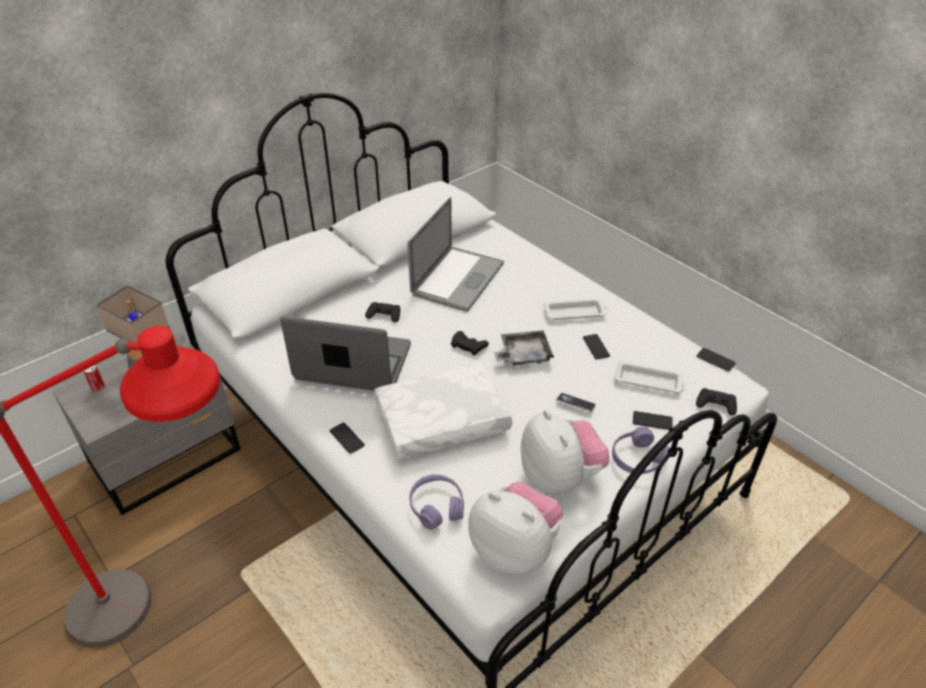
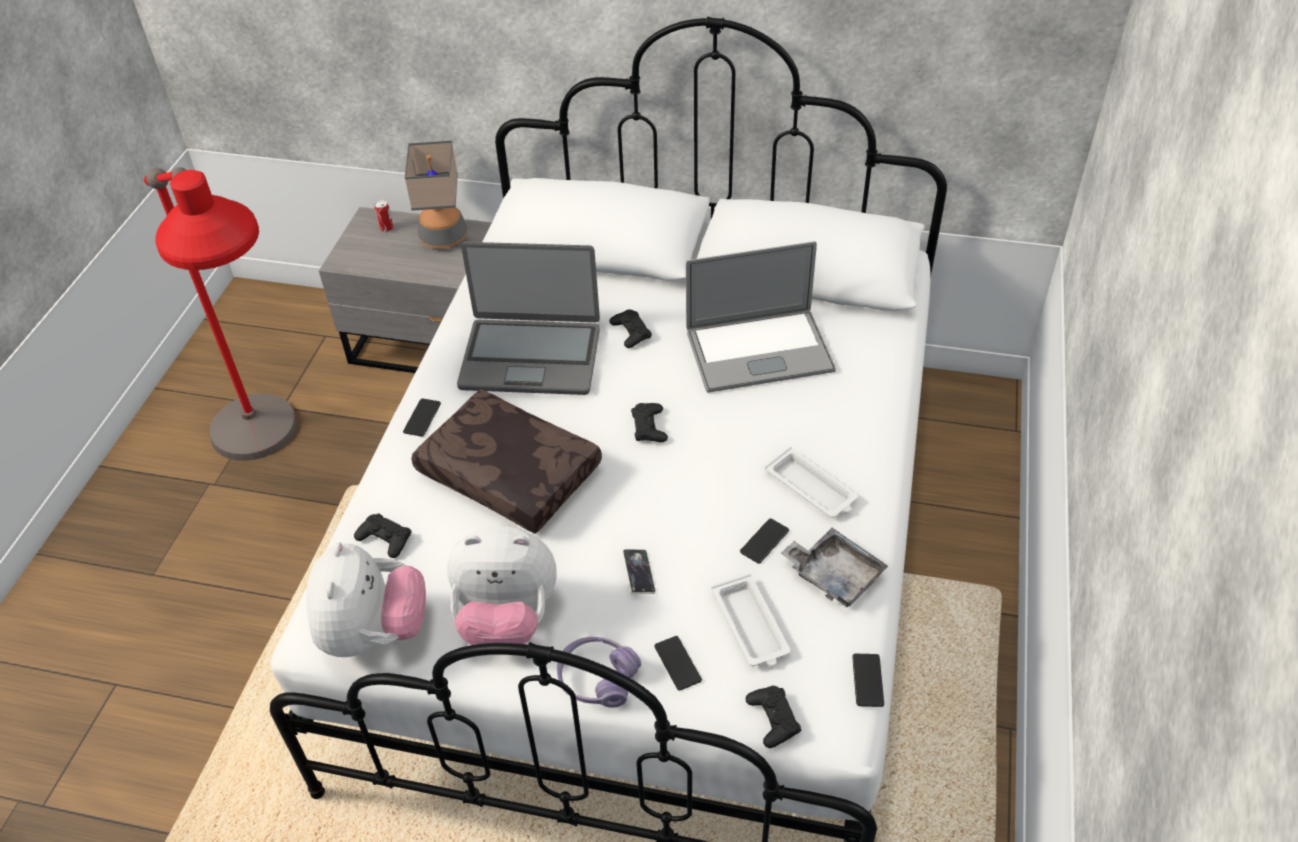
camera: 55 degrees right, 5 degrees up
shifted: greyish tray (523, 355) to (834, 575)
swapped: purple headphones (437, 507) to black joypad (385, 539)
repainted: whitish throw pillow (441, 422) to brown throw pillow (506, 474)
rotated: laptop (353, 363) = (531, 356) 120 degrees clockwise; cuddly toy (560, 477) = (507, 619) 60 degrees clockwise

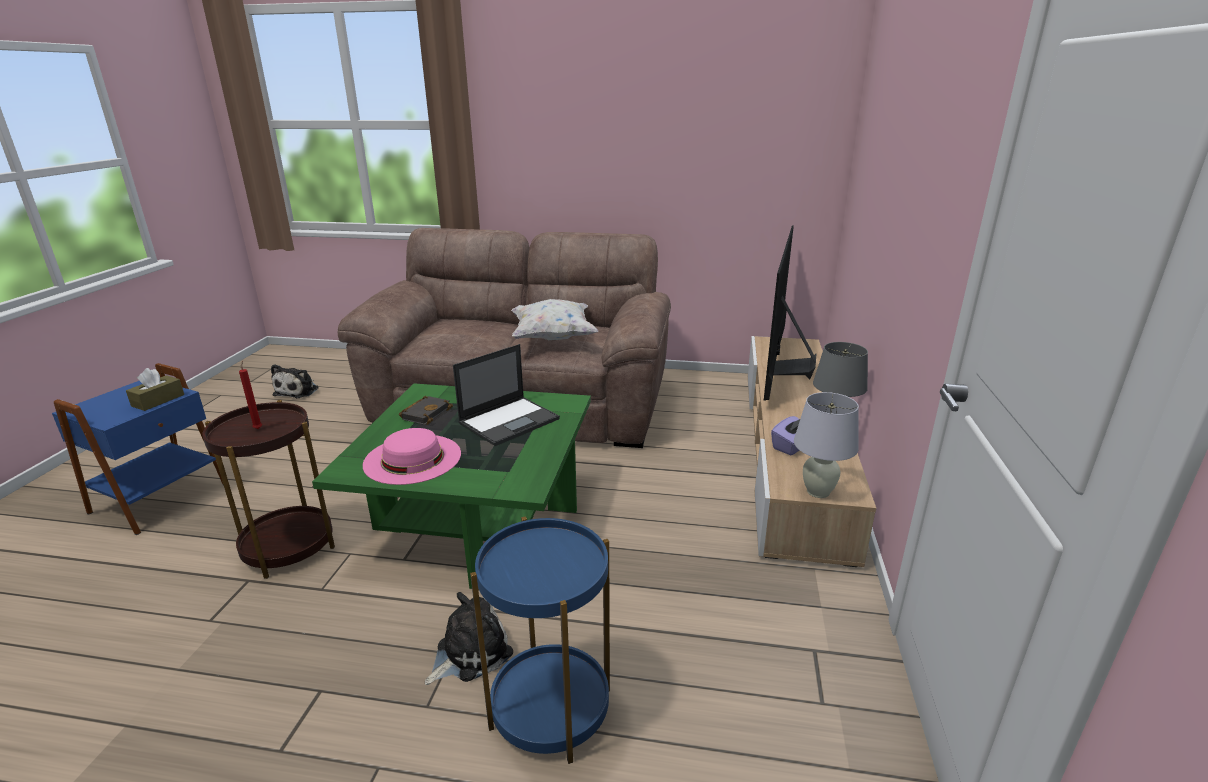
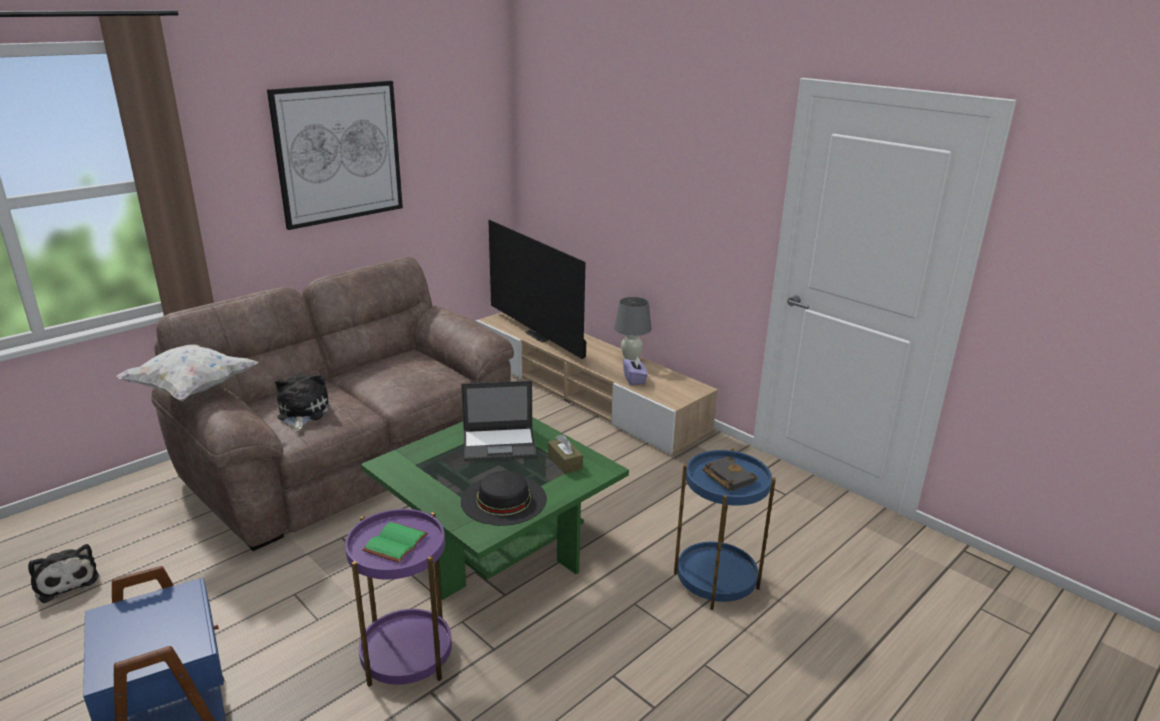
camera: 55 degrees left, 0 degrees up
gone: whitish tabletop lamp (818, 492)
new: wall picture (339, 153)
shifted: brown box of tissues (158, 400) to (565, 462); black volume (426, 413) to (726, 477); cuddly toy (469, 652) to (302, 413); whitish throw pillow (553, 337) to (191, 389)
swapped: reddish wax light (258, 428) to green volume (395, 542)
repainted: brown side table (288, 547) to purple side table (406, 656); pink-coloured clothing hat (412, 458) to black clothing hat (503, 499)
rotated: laptop (510, 420) = (500, 444) 90 degrees clockwise

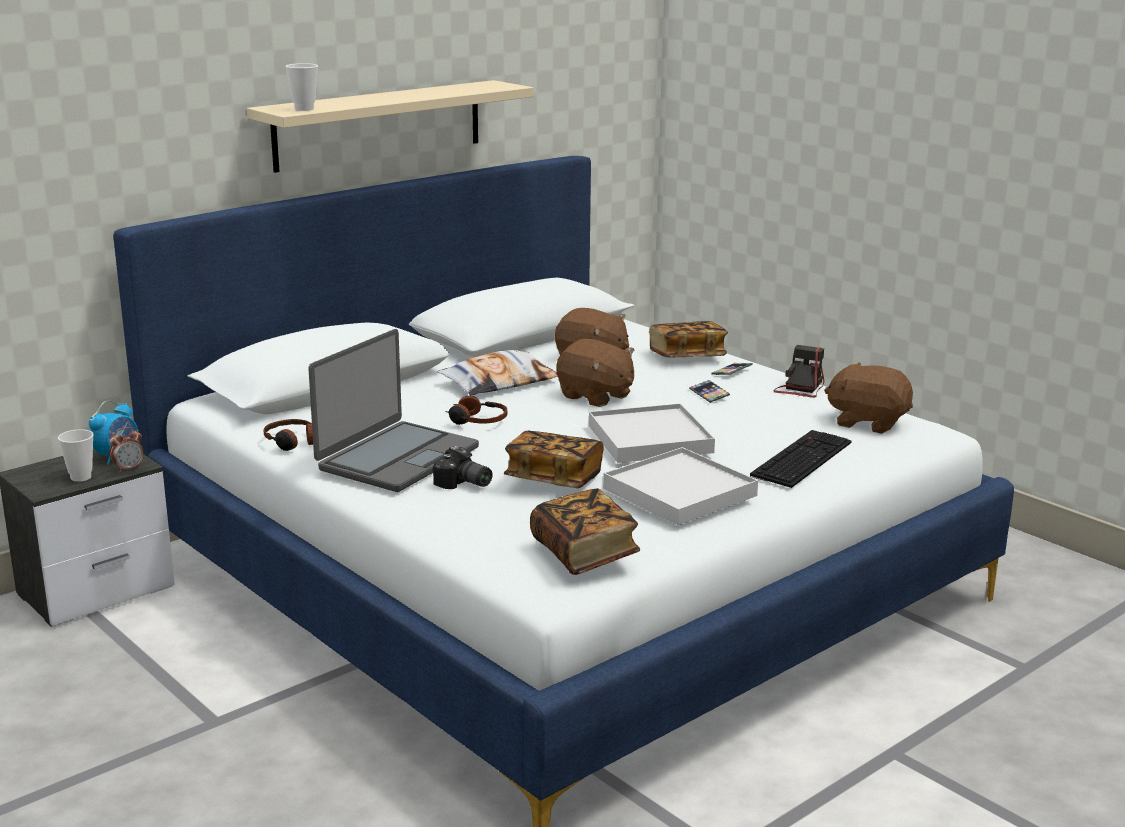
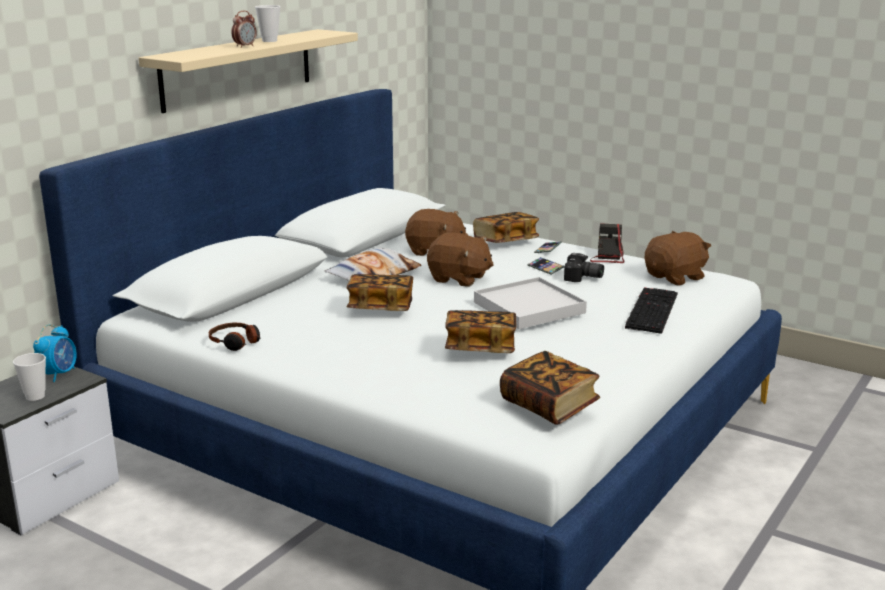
camera: 15 degrees left, 0 degrees up
gone: laptop (396, 458); whitish tray (679, 492)
shifted: table clock (128, 469) to (245, 46); small cup (304, 109) to (269, 41); still camera (463, 484) to (583, 278)
swapped: headphones (477, 420) to volume (380, 308)
rotated: brown cuddly toy (868, 422) = (676, 277) 135 degrees clockwise

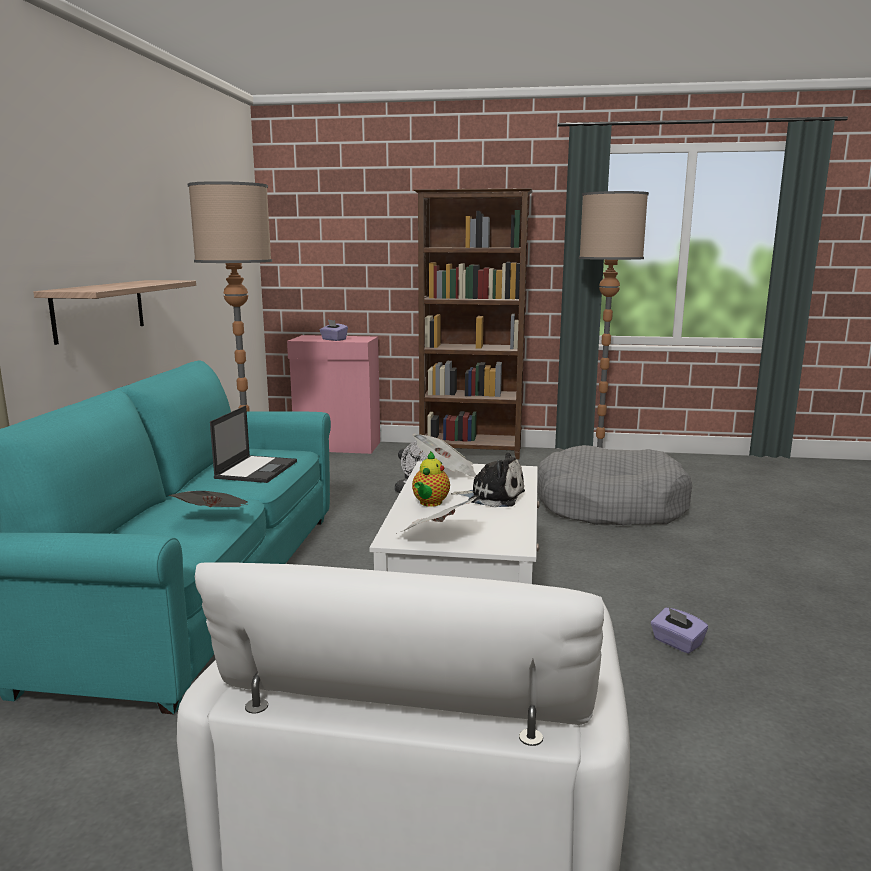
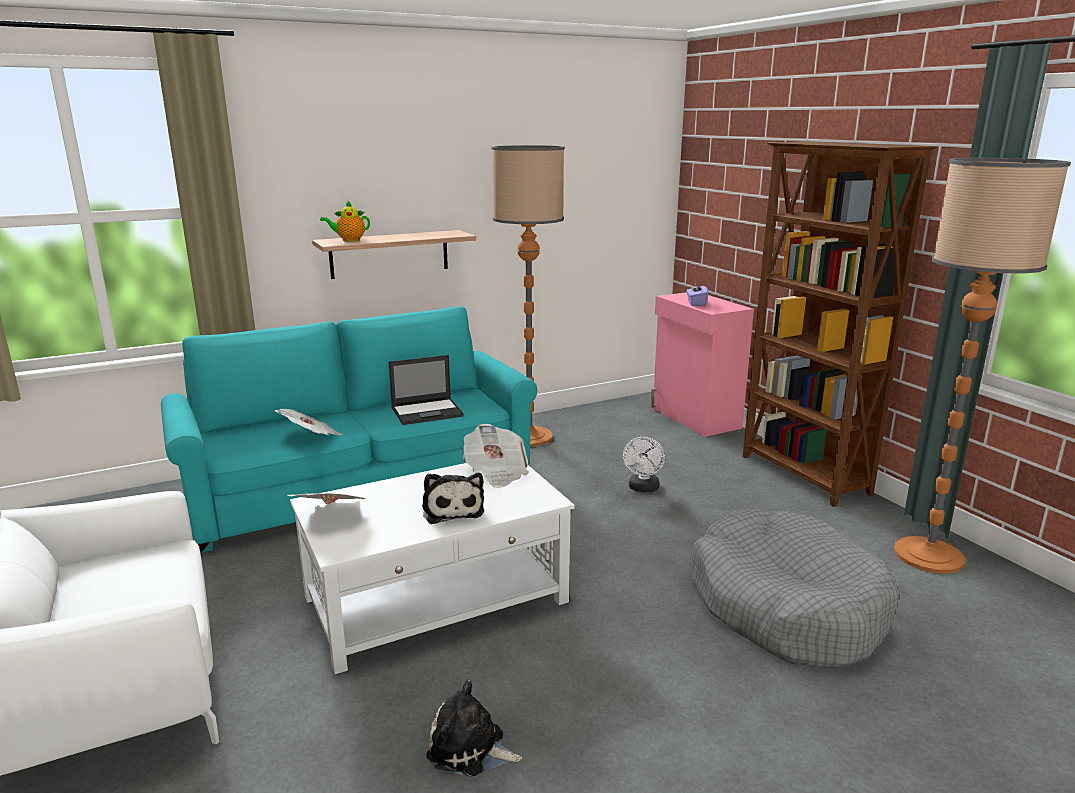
camera: 55 degrees right, 5 degrees up
shifted: teapot (430, 503) to (349, 240)
swapped: purple box of tissues (677, 643) to cuddly toy (470, 749)

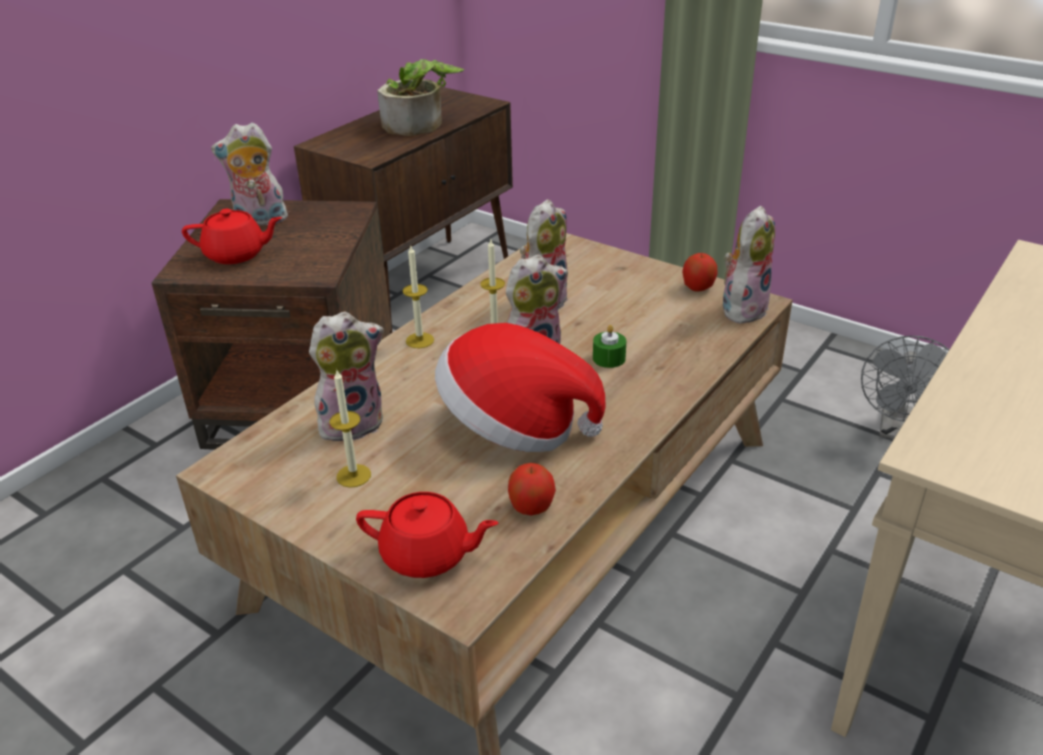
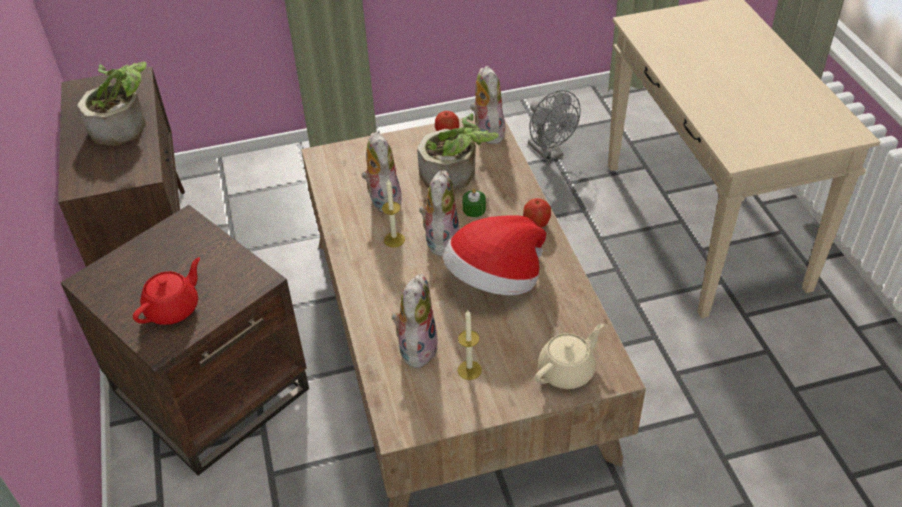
camera: 50 degrees left, 10 degrees up
gone: cuddly toy (259, 221); wax light (419, 340)
new: plant in a pot (455, 175)
shifted: whole apple (531, 507) to (536, 223)
repainted: reddish teapot (427, 555) to sand-coloured teapot (567, 371)

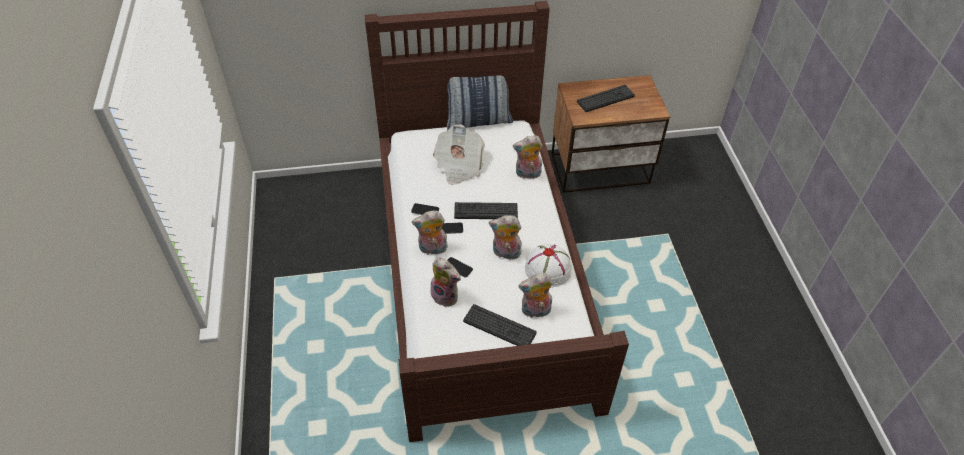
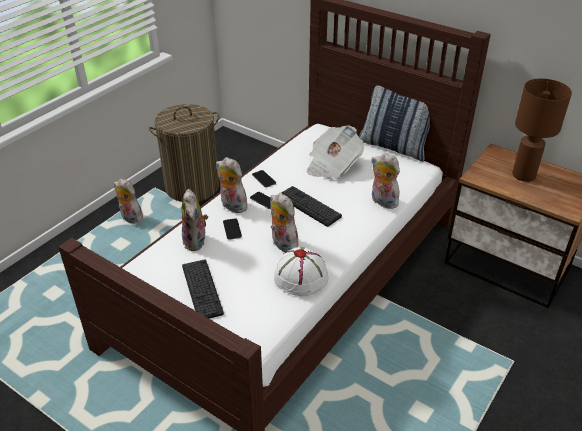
camera: 45 degrees right, 10 degrees down
new: laundry basket (192, 186)
shifted: cuddly toy (535, 311) to (130, 218)
swapped: keyboard (605, 99) to brown tabletop lamp (523, 175)

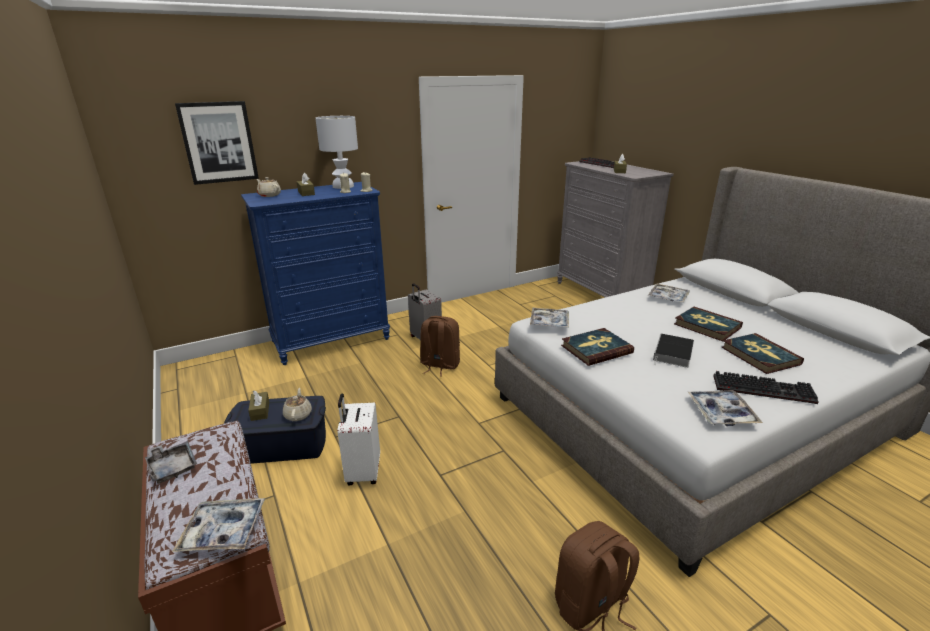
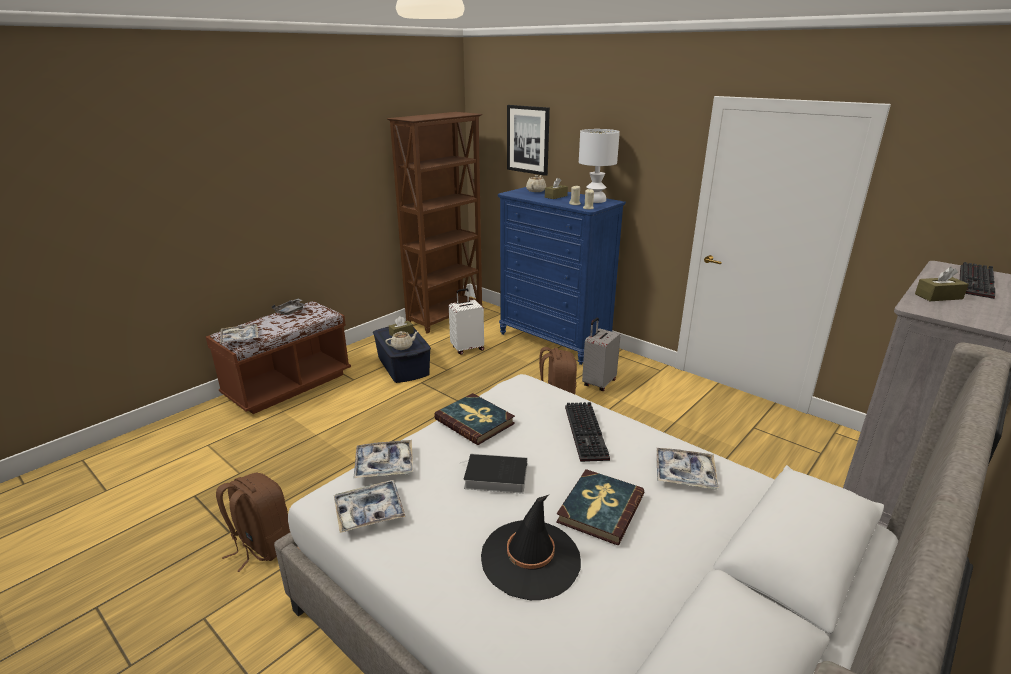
camera: 70 degrees right, 0 degrees up
new: brown shelving unit (446, 317)
shifted: whitish piece of luggage (362, 472) to (467, 348); tray (549, 322) to (384, 465); keyboard (764, 389) to (588, 433)
swapped: volume (759, 356) to black clothing hat (530, 559)

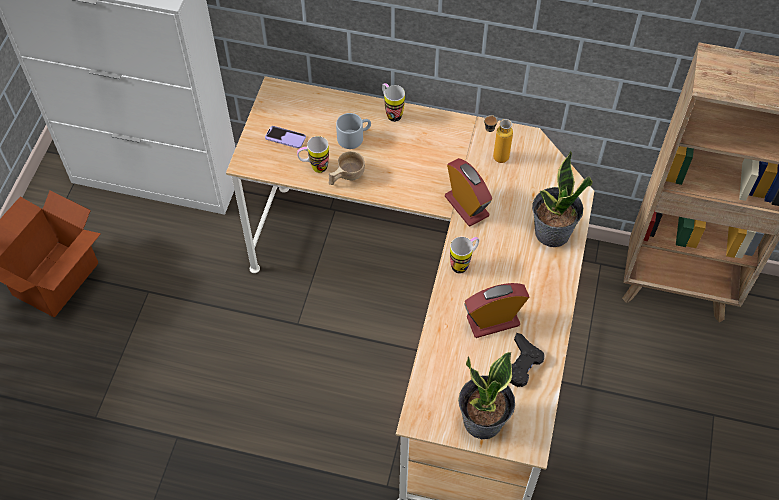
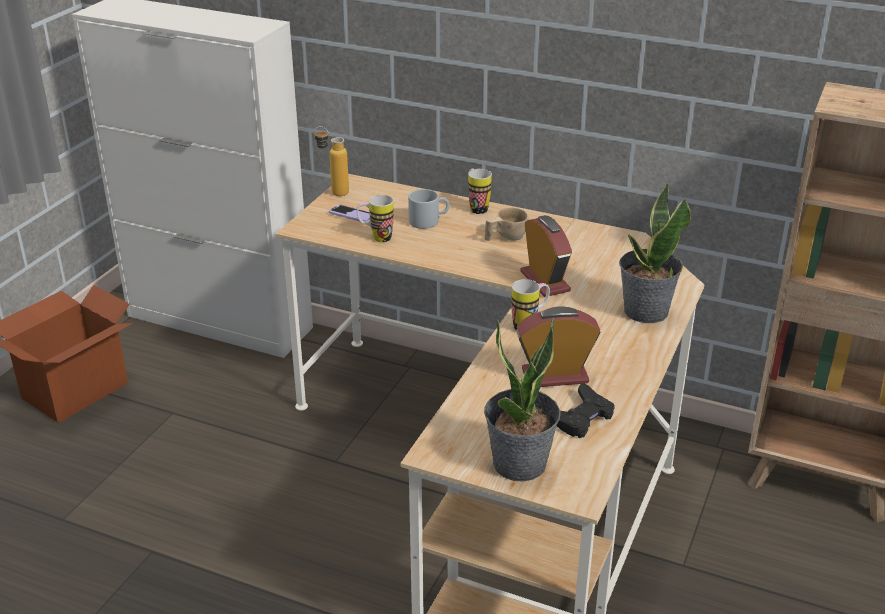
camera: 10 degrees right, 25 degrees down
shifted: sand-coloured small cup (346, 177) to (505, 238); bottle (494, 157) to (333, 192)

